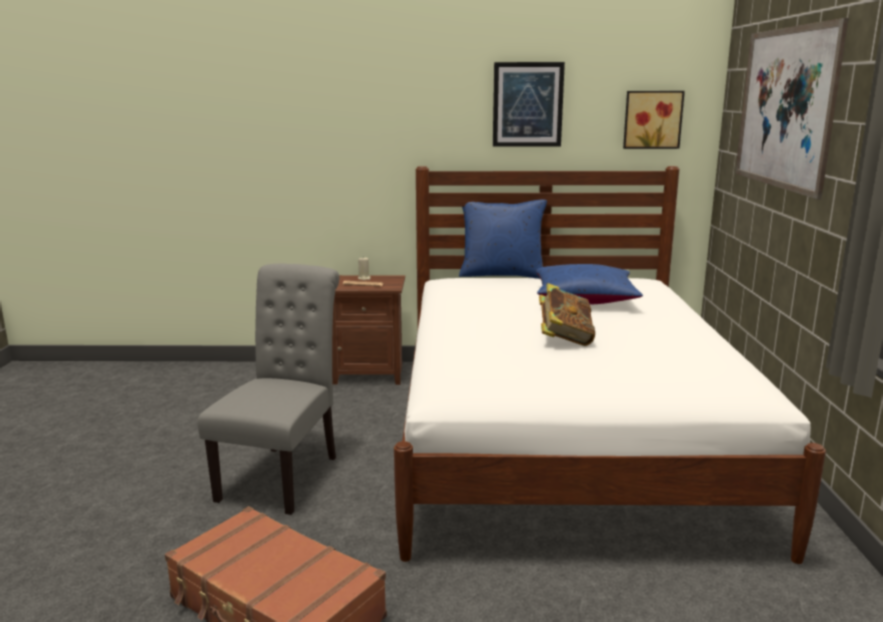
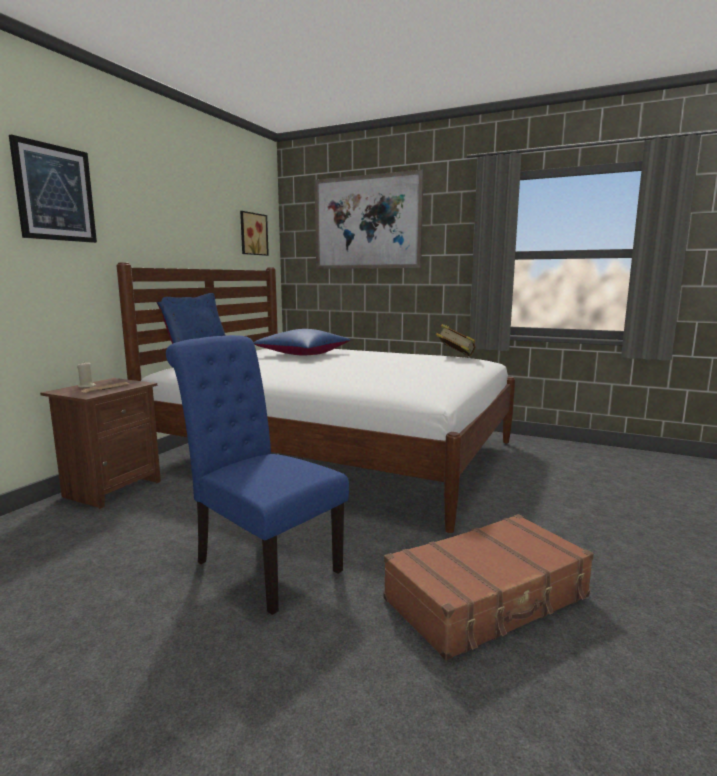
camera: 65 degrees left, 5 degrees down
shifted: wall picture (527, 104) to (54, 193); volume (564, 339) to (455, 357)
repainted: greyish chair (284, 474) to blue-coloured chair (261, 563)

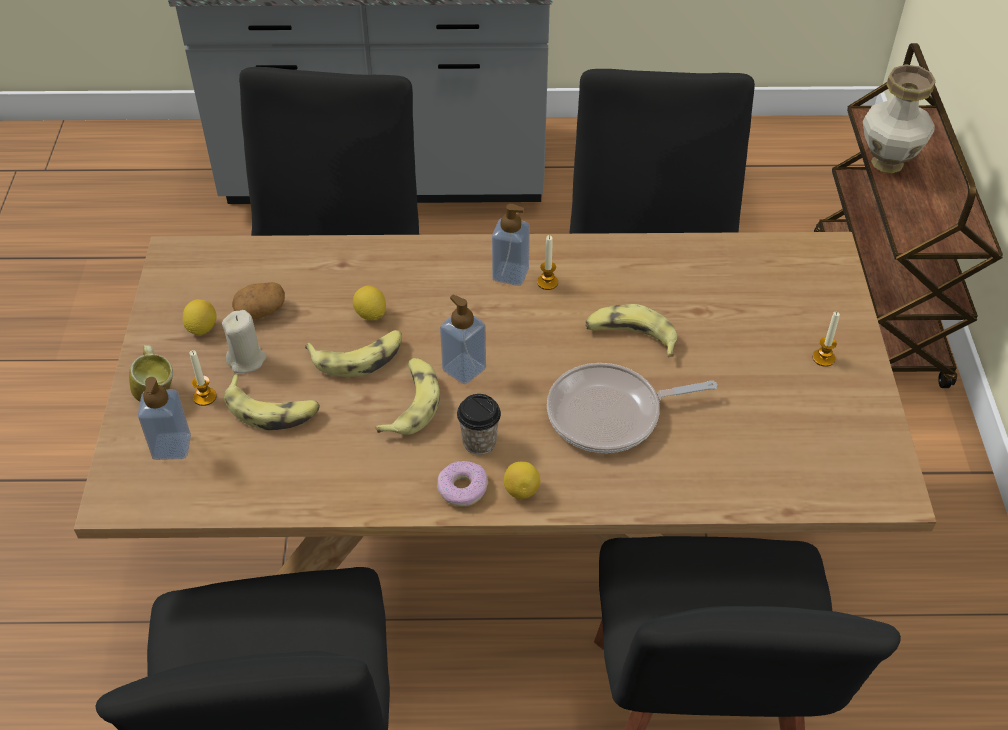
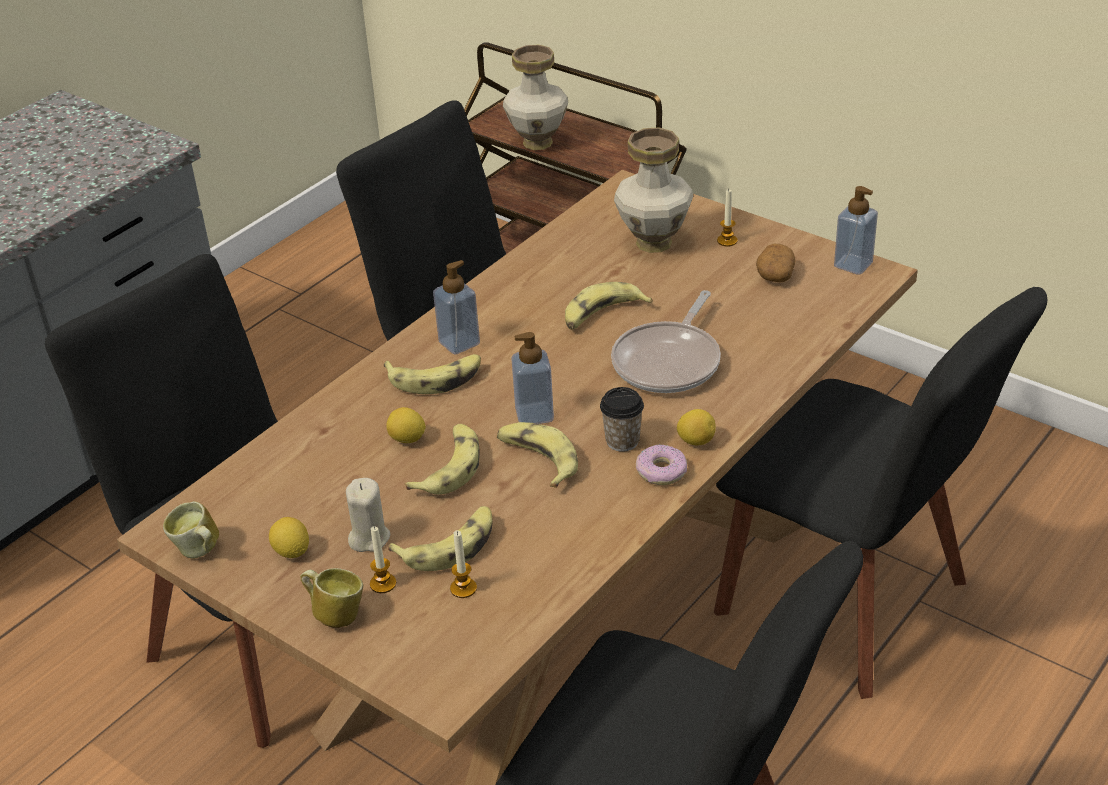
camera: 50 degrees left, 10 degrees down
new: tea mug (198, 552); banana (436, 378); decorative vase (652, 242)
shifted: soap dispenser (171, 446) to (853, 264); whole potato (261, 310) to (775, 274); wax light (547, 282) to (463, 588)

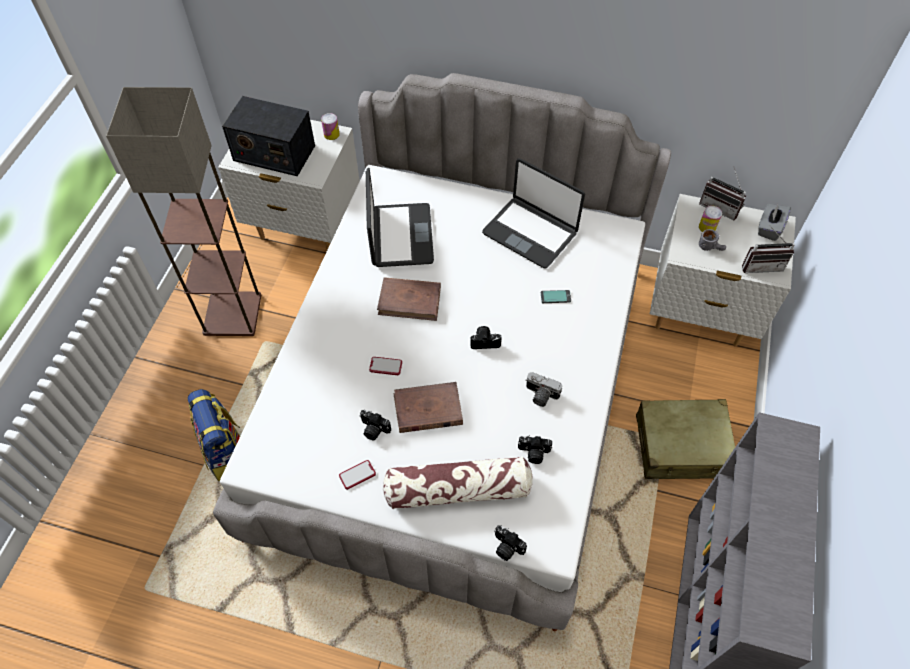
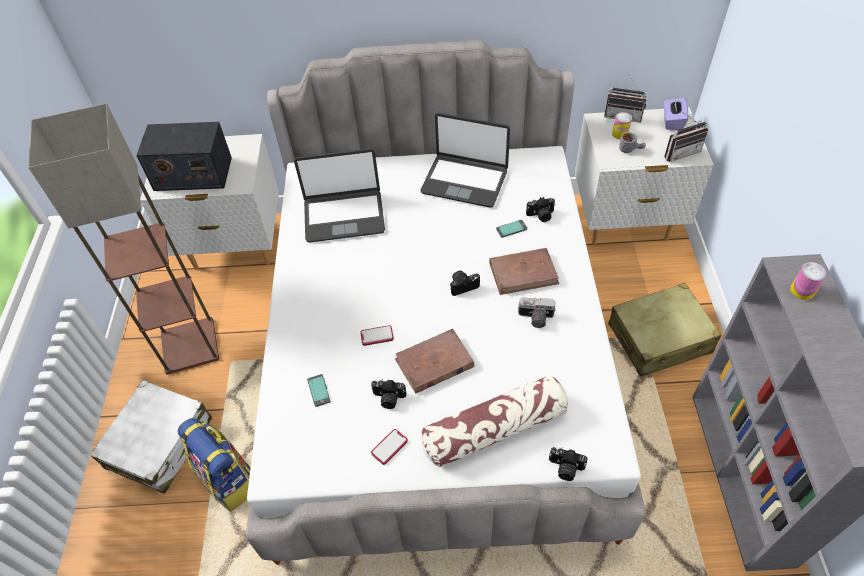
camera: 15 degrees left, 5 degrees down
new: whitish piece of luggage (160, 443); phone (319, 390)
shifted: sealed can (331, 134) to (802, 290); brown volume (410, 301) to (523, 273); still camera (533, 453) to (541, 216)
repainted: greyish box of tissues (769, 228) to purple box of tissues (672, 121)
rotated: laptop (400, 236) = (344, 216) 105 degrees clockwise

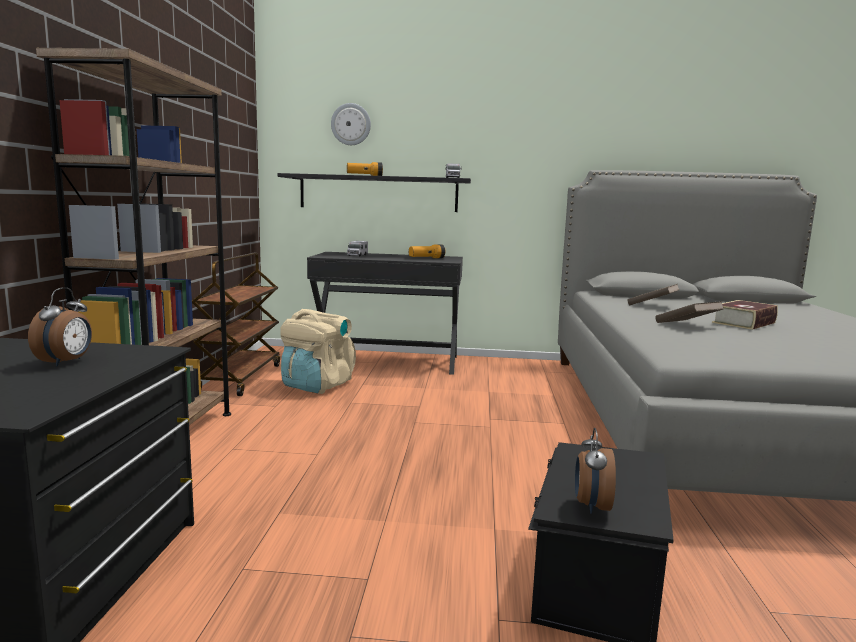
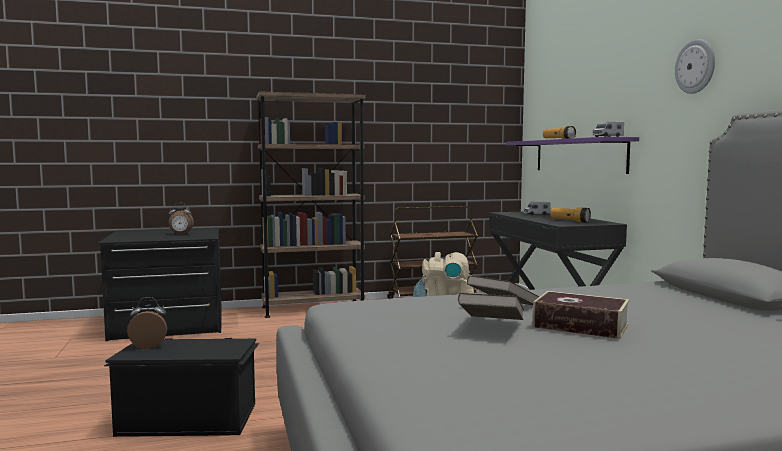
camera: 70 degrees right, 5 degrees down
shifted: wall clock (351, 124) to (695, 66); brown volume (652, 306) to (491, 325)
repainted: black wall shelf (378, 193) to purple wall shelf (578, 155)

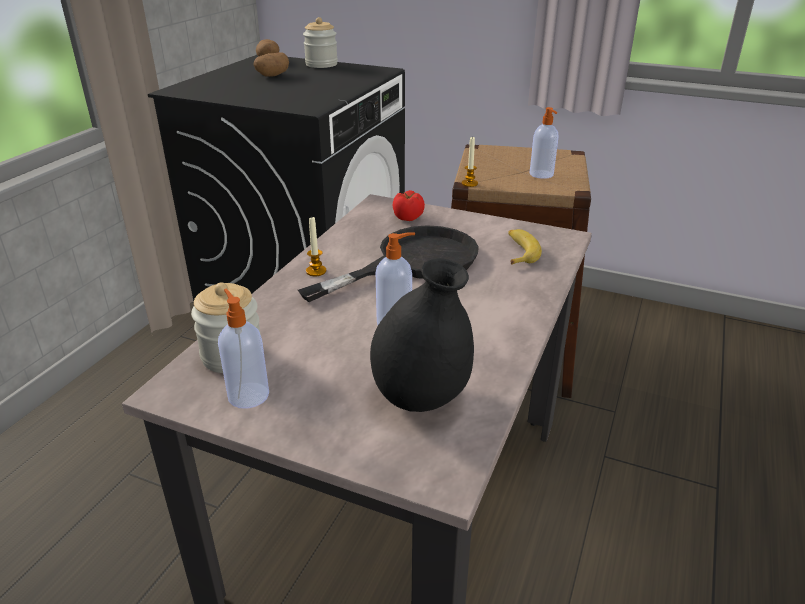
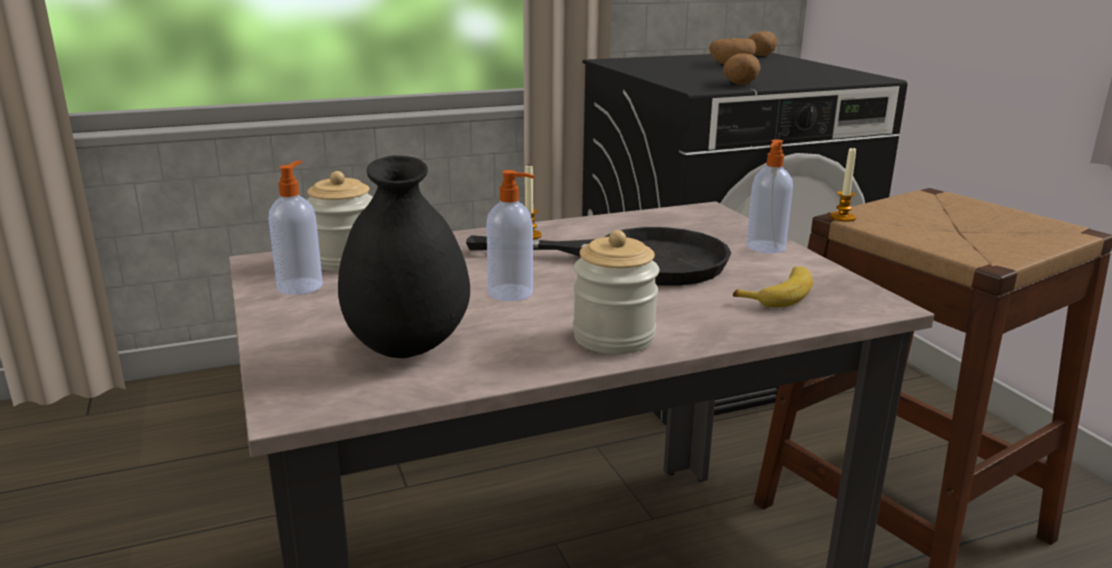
camera: 45 degrees right, 10 degrees down
gone: fresh tomato (408, 217)
new: whole potato (740, 84)
shifted: preserve jar (321, 64) to (613, 337); soap dispenser (542, 174) to (765, 247)

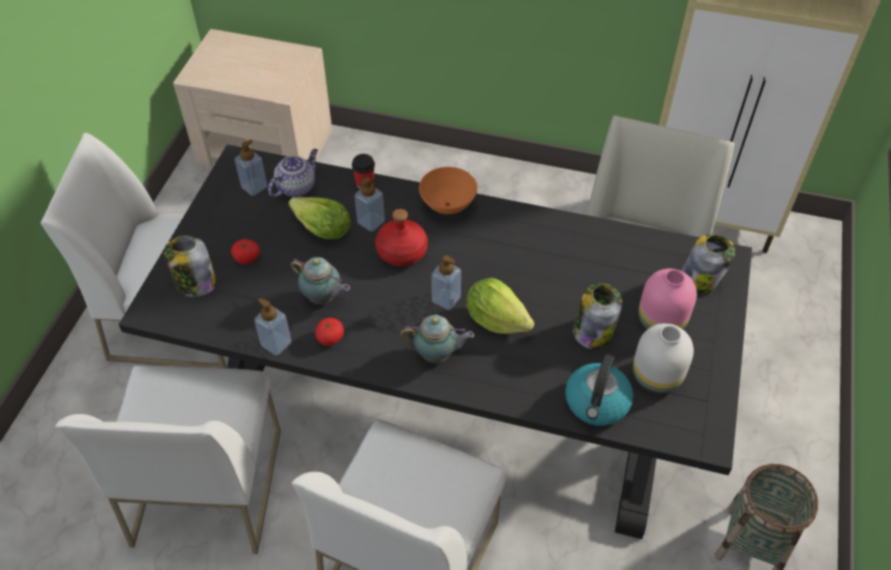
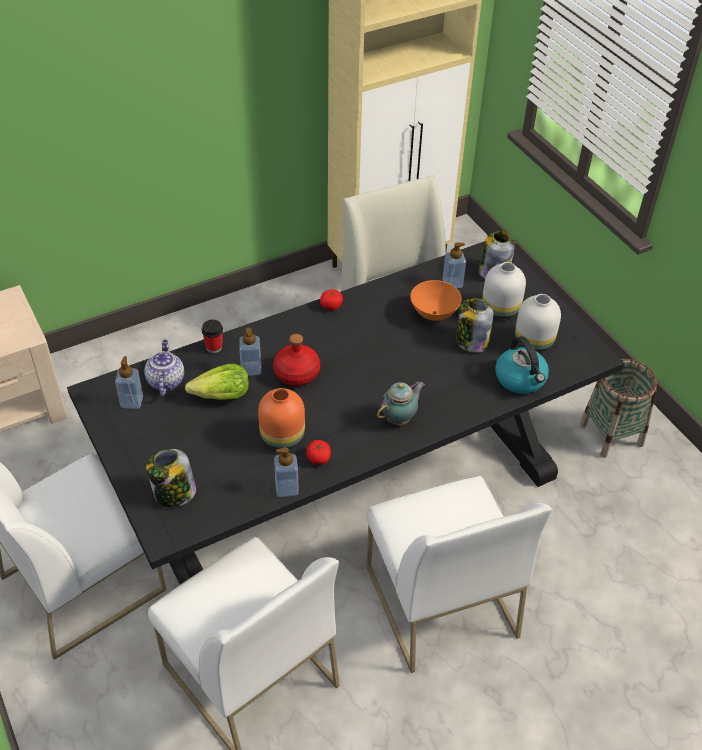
camera: 45 degrees left, 5 degrees down
gone: head of lettuce (496, 319)
shifted: fresh tomato (247, 258) to (331, 305); orange-coloured serving bowl (447, 206) to (433, 314); soap dispenser (446, 299) to (452, 283)
swapped: teapot (323, 298) to orange-coloured decorative vase (281, 438)
repainted: pink-coloured decorative vase (662, 321) to whitish decorative vase (501, 309)

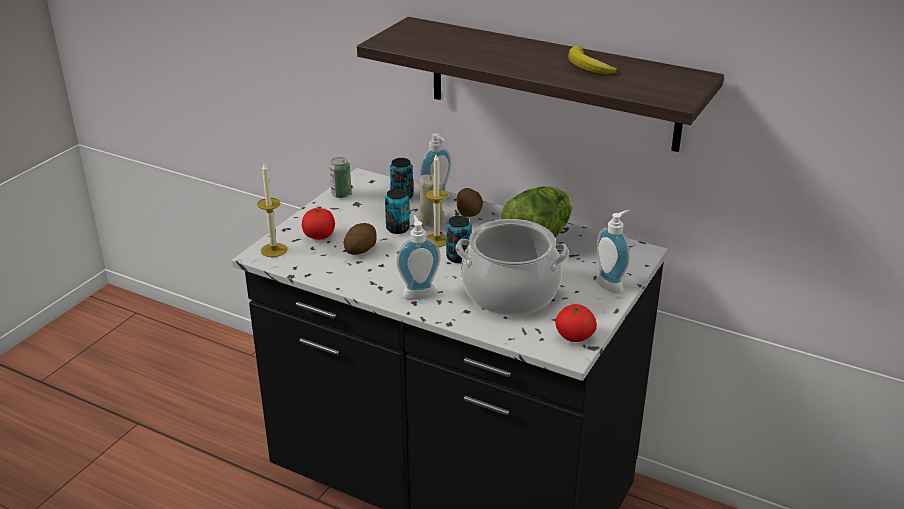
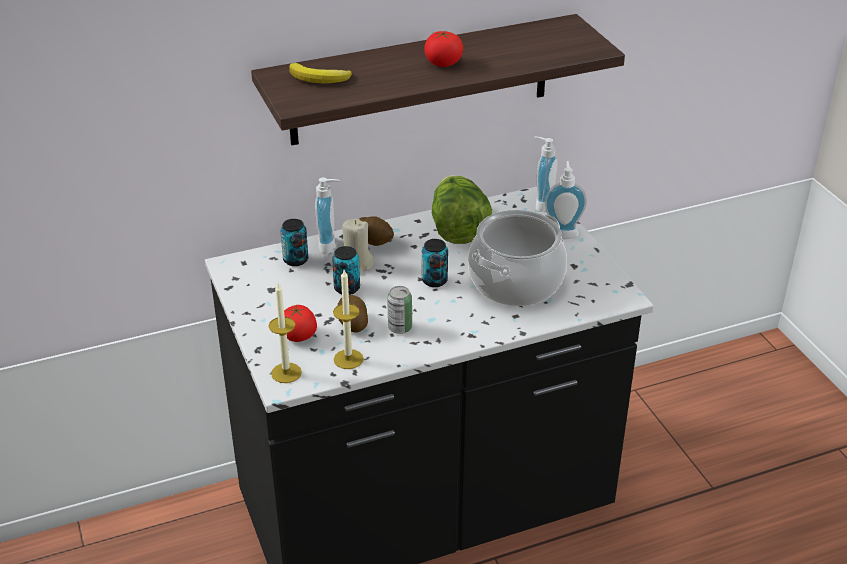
camera: 50 degrees left, 5 degrees up
shifted: sealed can (341, 194) to (400, 328); soap dispenser (418, 292) to (541, 203); wax light (436, 240) to (348, 359); fresh tomato (574, 336) to (443, 63); banana (588, 66) to (319, 78)

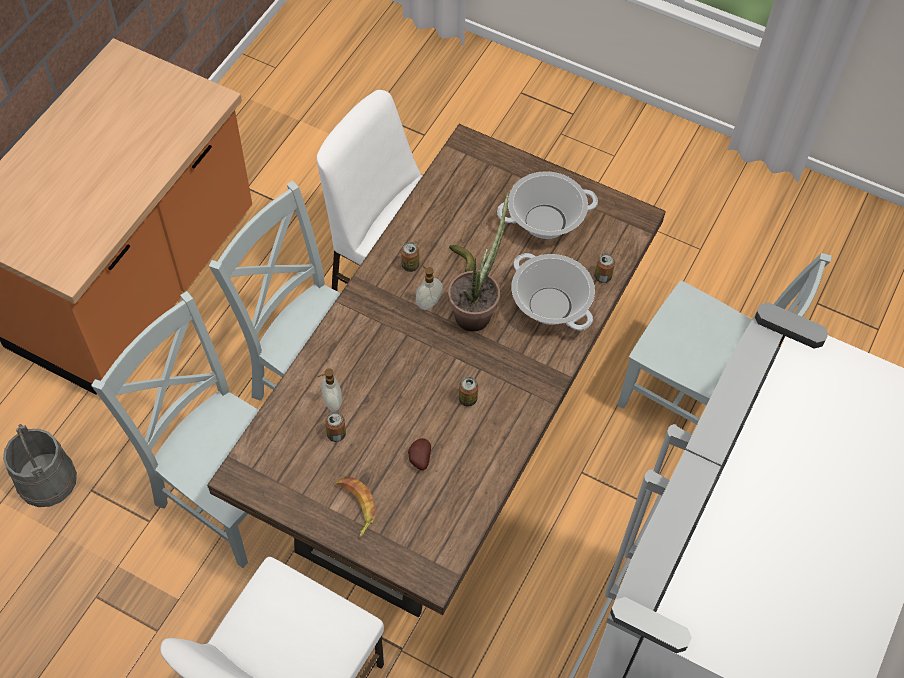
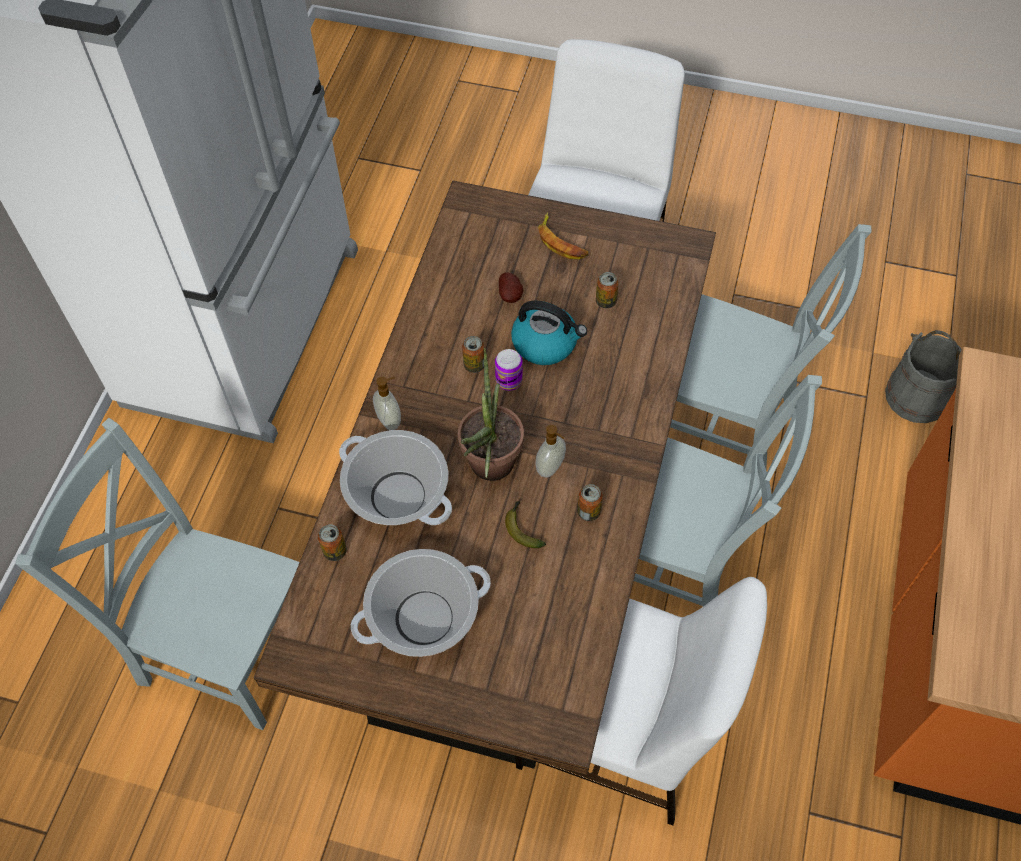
camera: 170 degrees right, 0 degrees up
new: sealed can (509, 380); tea kettle (546, 343)
shifted: soap dispenser (331, 402) to (390, 420)

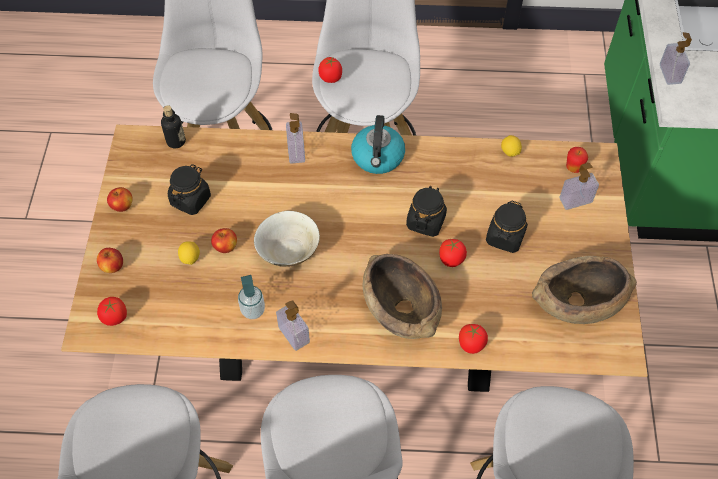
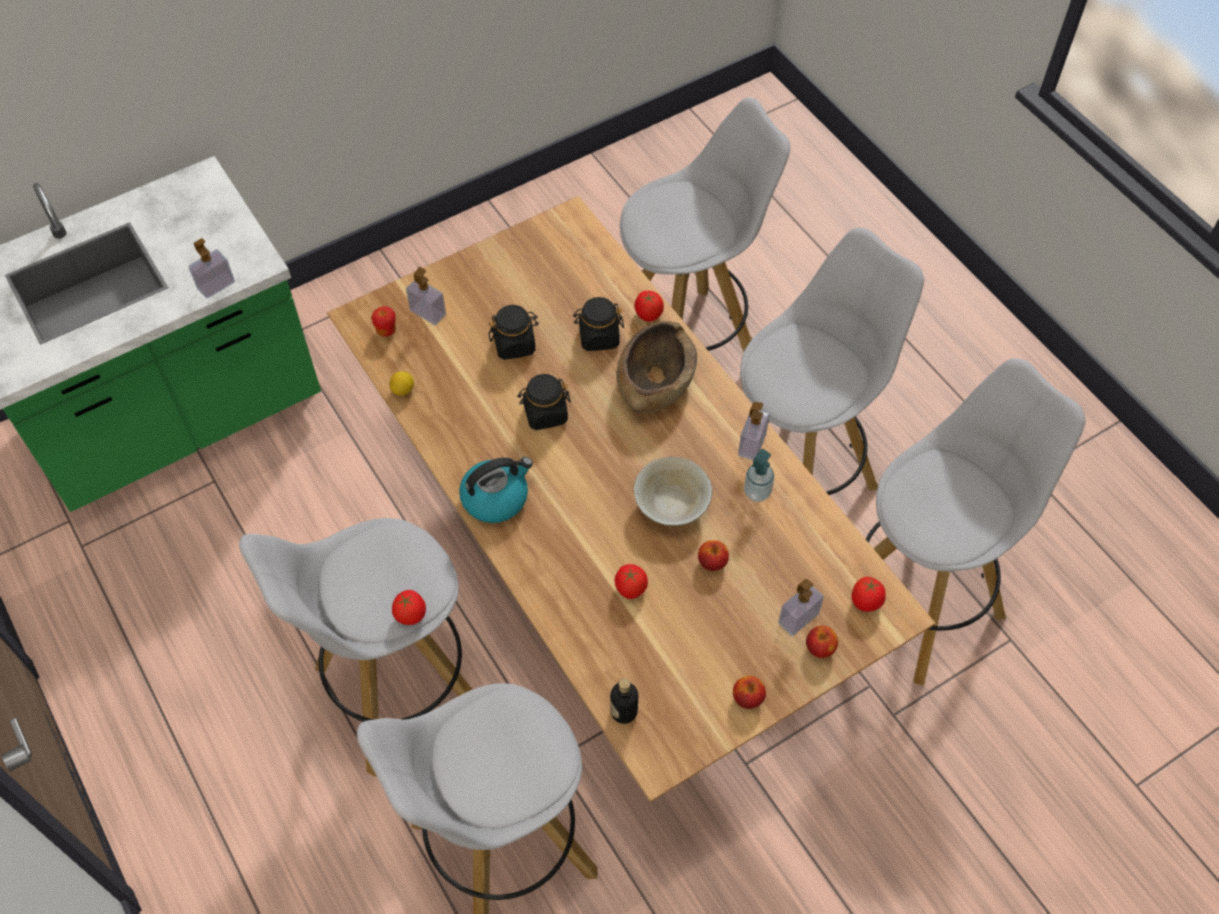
camera: 125 degrees left, 0 degrees up
gone: citrus fruit (190, 258); brown serving bowl (578, 301)
shifted: black preserve jar (190, 199) to (598, 337); soap dispenser (296, 152) to (798, 618); fresh tomato (451, 259) to (630, 588)

